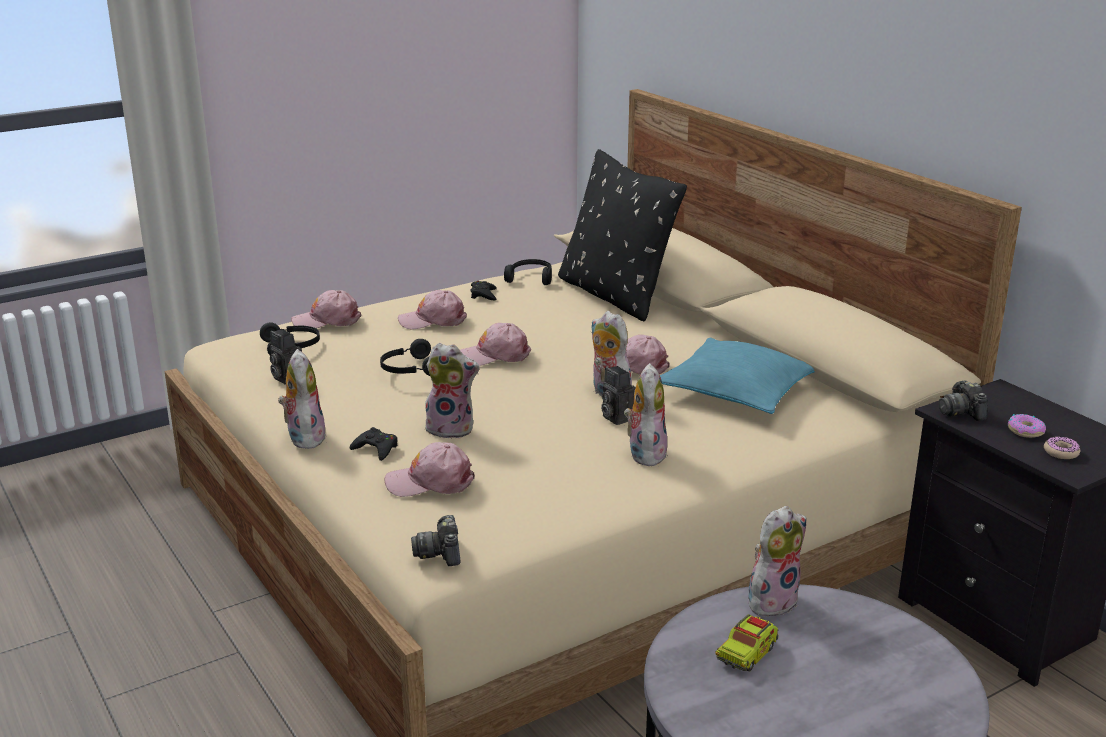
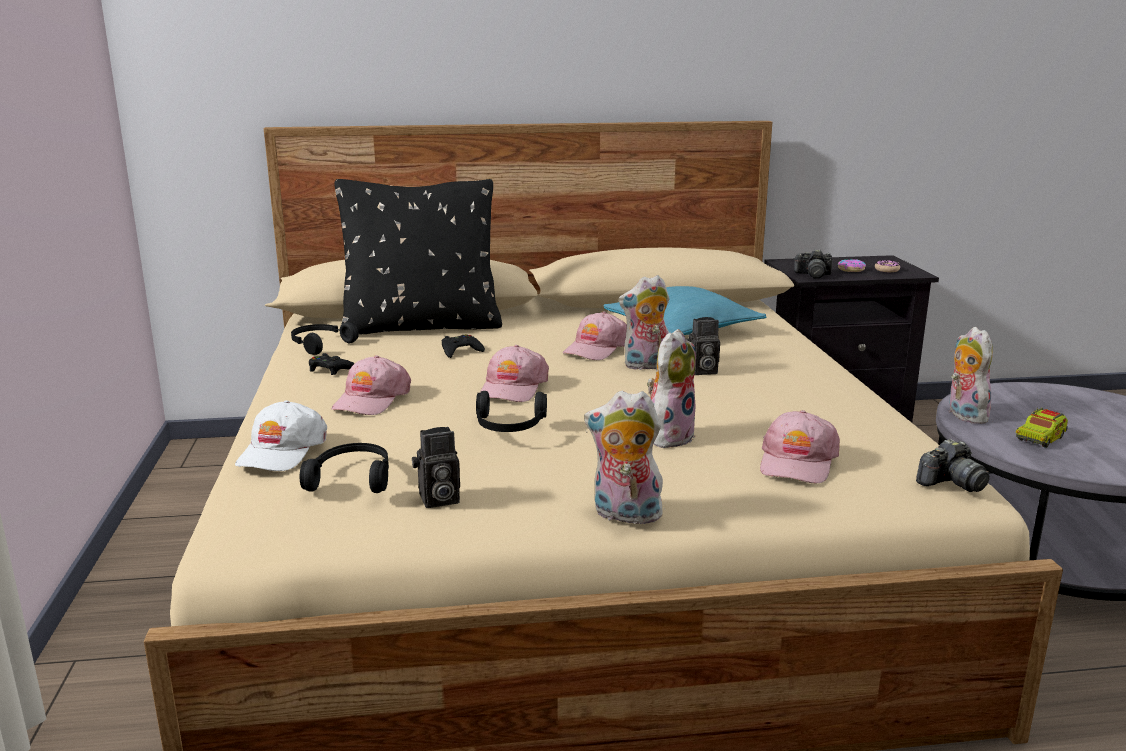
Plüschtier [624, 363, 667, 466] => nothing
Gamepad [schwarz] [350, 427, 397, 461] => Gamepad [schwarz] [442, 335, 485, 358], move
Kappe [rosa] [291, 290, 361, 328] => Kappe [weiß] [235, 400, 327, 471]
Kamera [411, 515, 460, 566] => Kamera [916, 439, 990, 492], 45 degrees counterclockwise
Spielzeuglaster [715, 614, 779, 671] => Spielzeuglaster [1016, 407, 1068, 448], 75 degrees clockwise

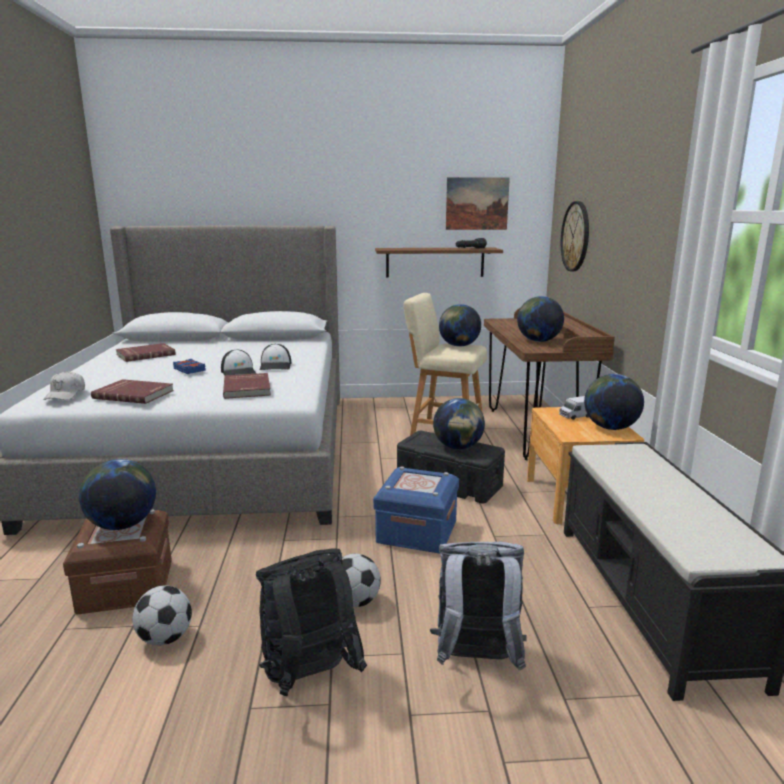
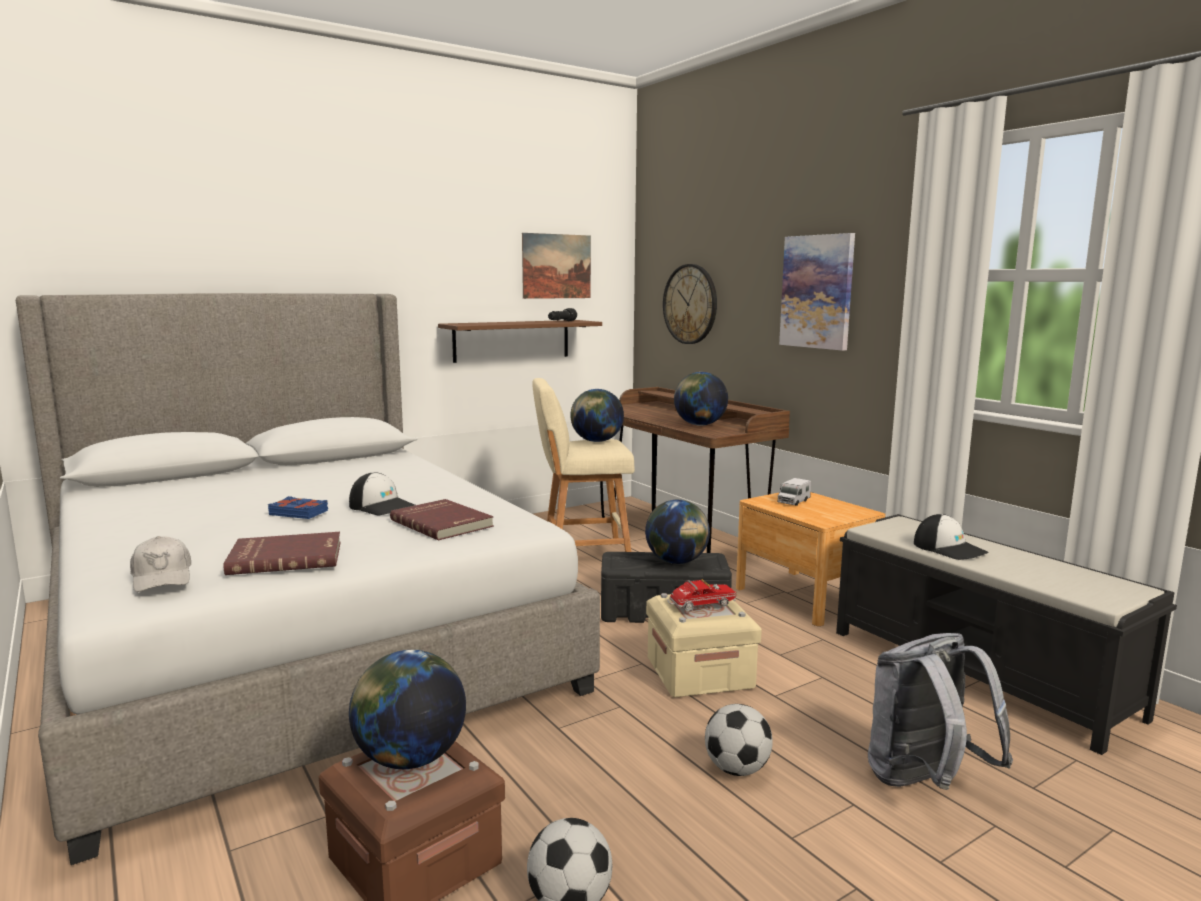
Buch [rot] [116, 343, 176, 362] => nothing
Rucksack [schwarz] [256, 548, 367, 696] => nothing
Globus [584, 374, 644, 430] => nothing
nothing => Spielzeuglaster [667, 579, 736, 612]
nothing => Bild [779, 233, 855, 351]
Kappe [260, 344, 292, 370] => Kappe [914, 514, 988, 560], move
Aufbewahrungsbox [blau] [373, 466, 459, 554] => Aufbewahrungsbox [beige] [646, 593, 762, 697]

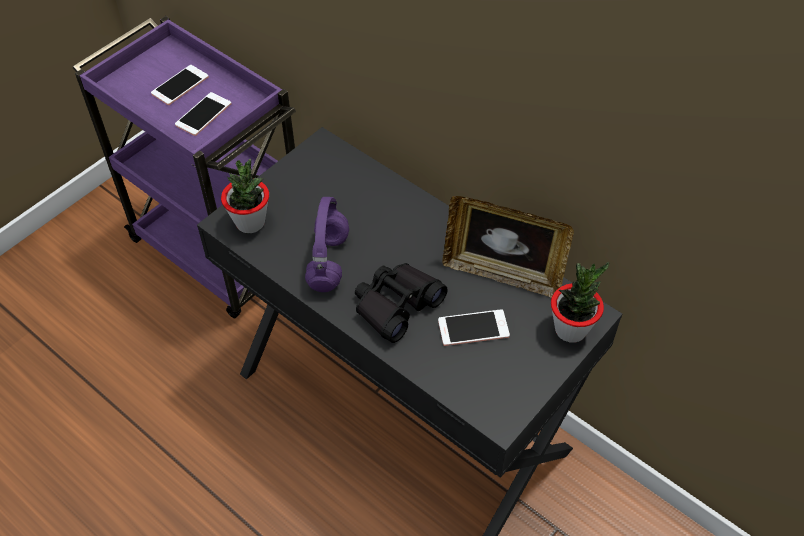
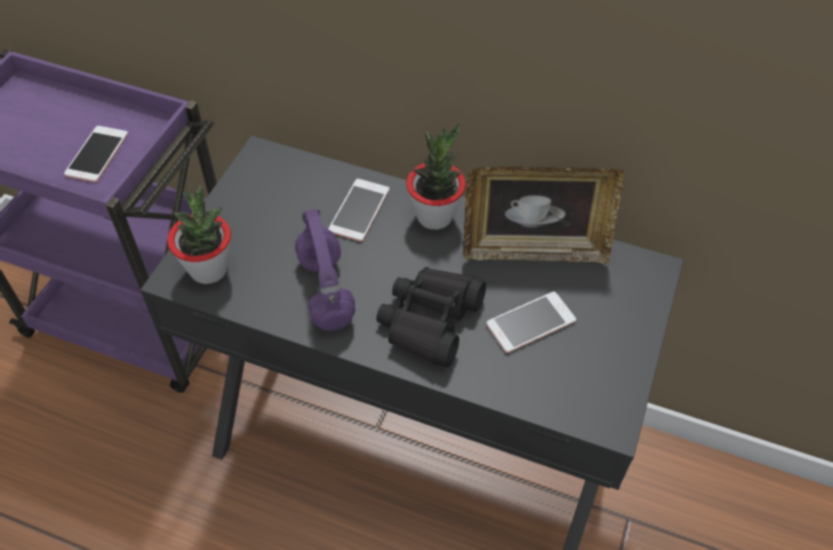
Handy [151, 65, 209, 105] => Handy [328, 179, 390, 242], move
Topfpflanze [551, 262, 609, 342] => Topfpflanze [406, 122, 466, 230], move

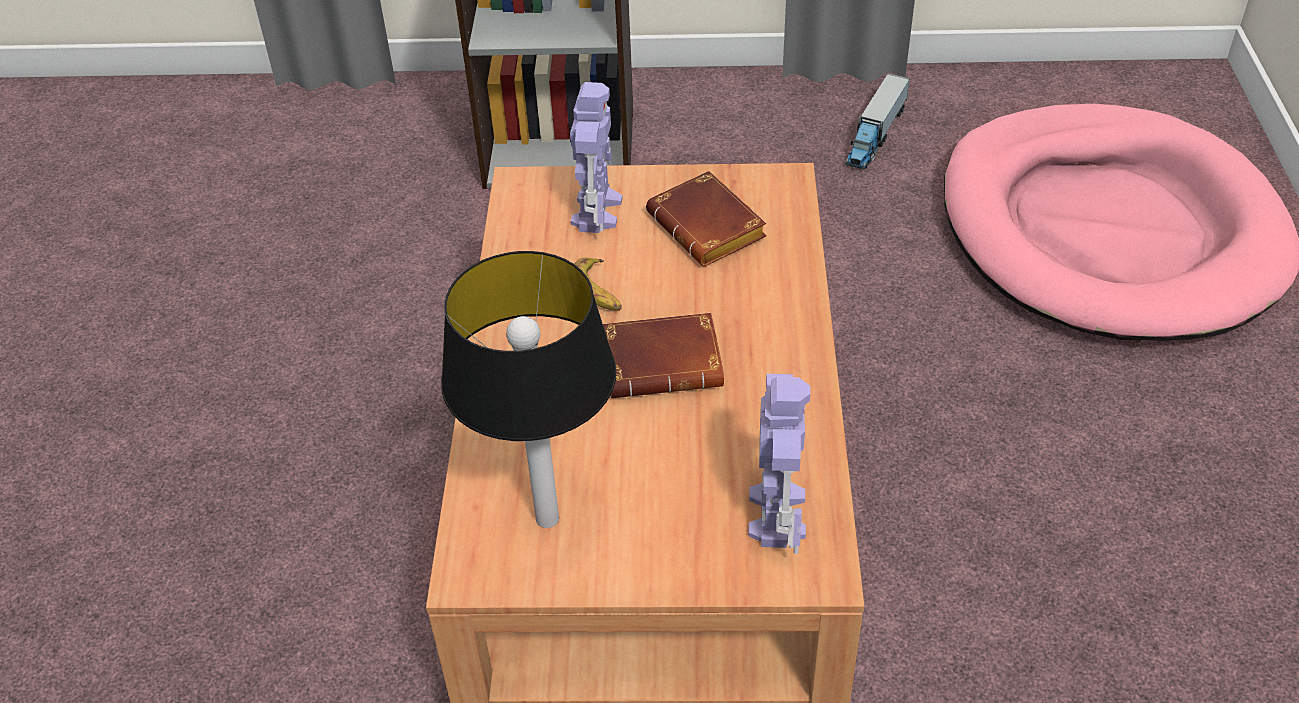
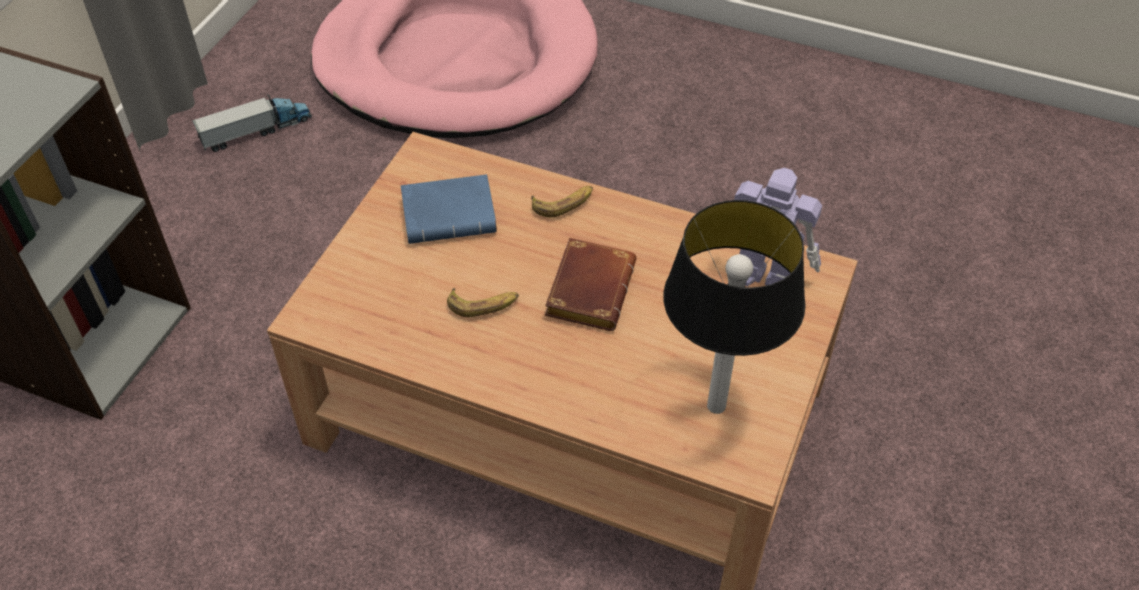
Spielzeugroboter [570, 82, 623, 233] => nothing
nothing => Banane [531, 186, 593, 217]
Buch [braun] [646, 171, 767, 266] => Buch [blau] [401, 174, 497, 244]
Spielzeuglaster [845, 73, 910, 170] => Spielzeuglaster [192, 94, 312, 152], 75 degrees counterclockwise

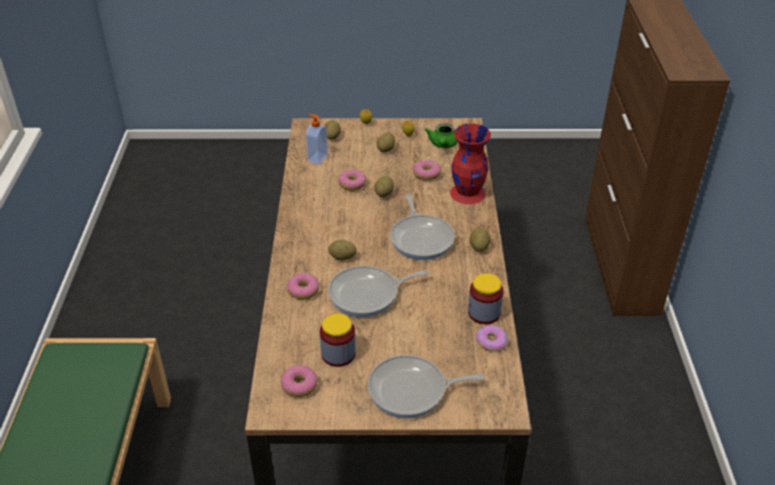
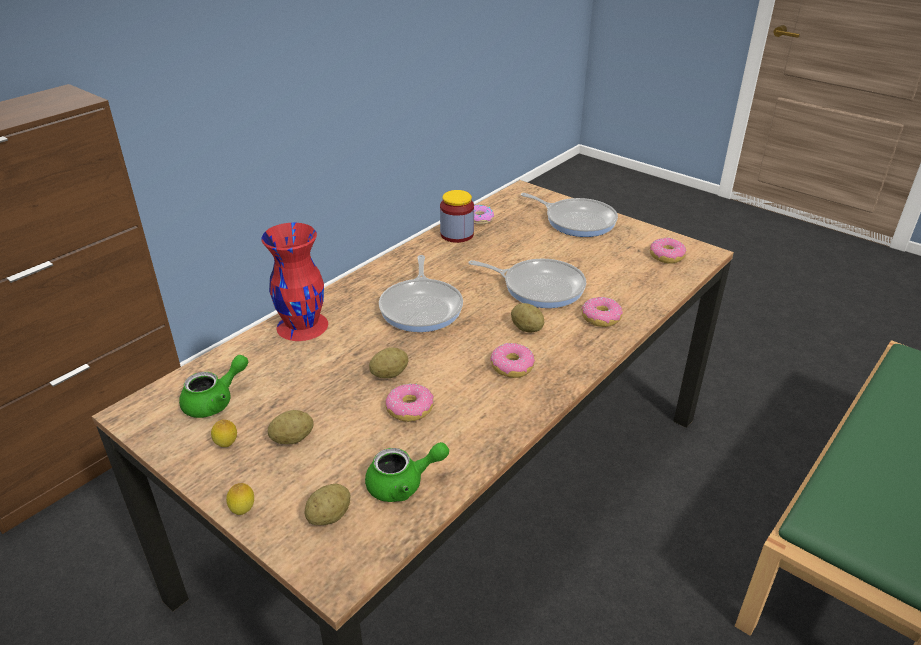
Vorratsglas [320, 313, 356, 367] => nothing
Kartoffel [470, 228, 490, 251] => nothing
Donut [413, 160, 441, 181] => Donut [491, 343, 535, 378], move
Seifenspender [306, 114, 328, 165] => Teekanne [grün] [365, 442, 449, 502]
Pfanne [390, 194, 455, 260] => Pfanne [379, 255, 463, 332], 150 degrees clockwise

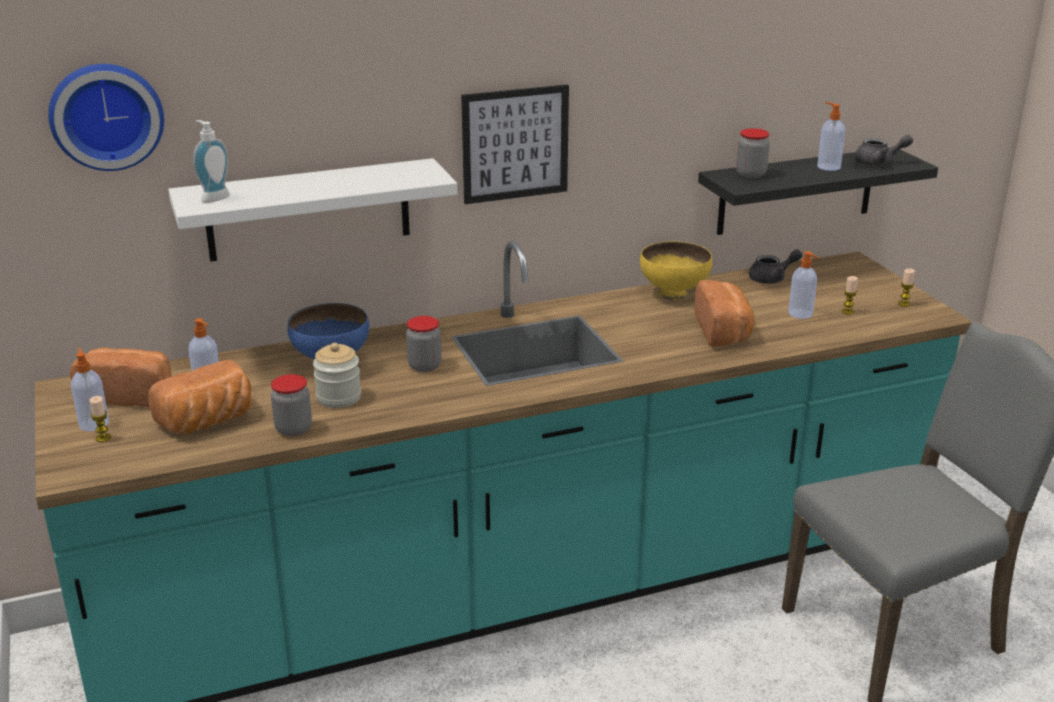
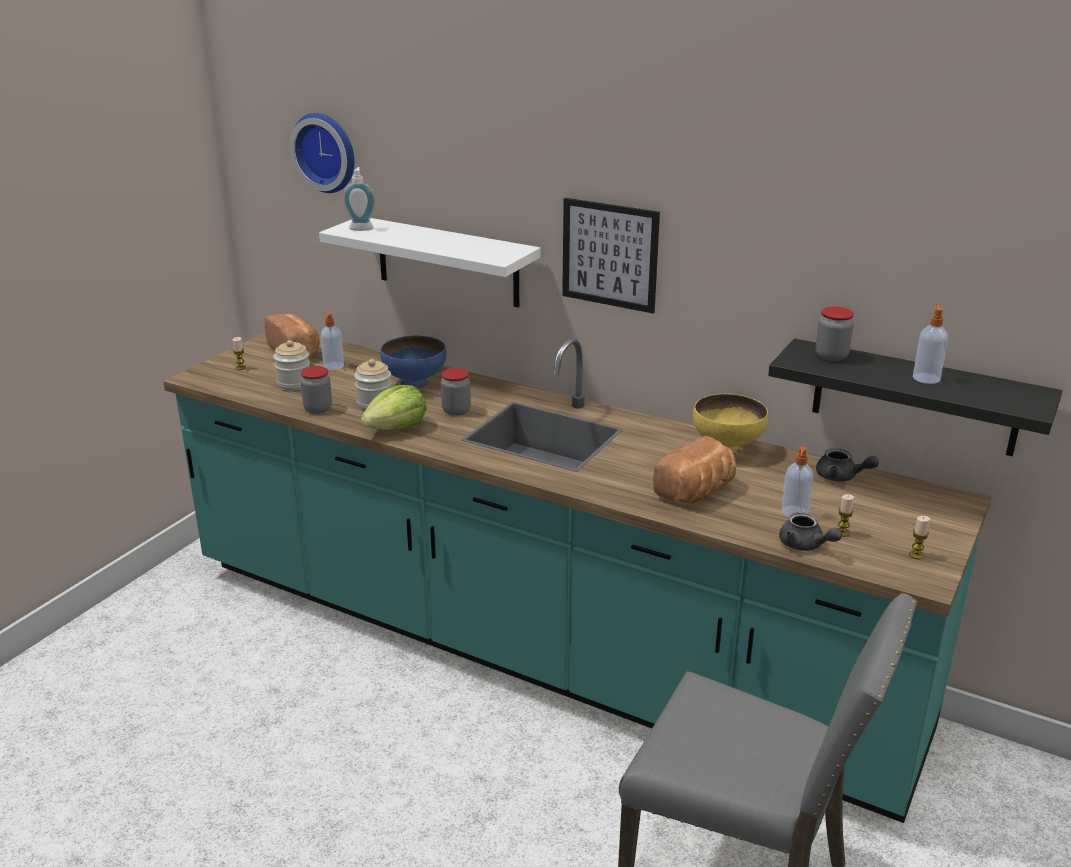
Seifenspender [71, 347, 109, 431] => nothing
nothing => Salatkopf [361, 385, 427, 430]
Teekanne [grau] [855, 135, 913, 166] => Teekanne [grau] [779, 512, 842, 551], move
Brot [148, 360, 253, 435] => Vorratsglas [273, 340, 310, 391]

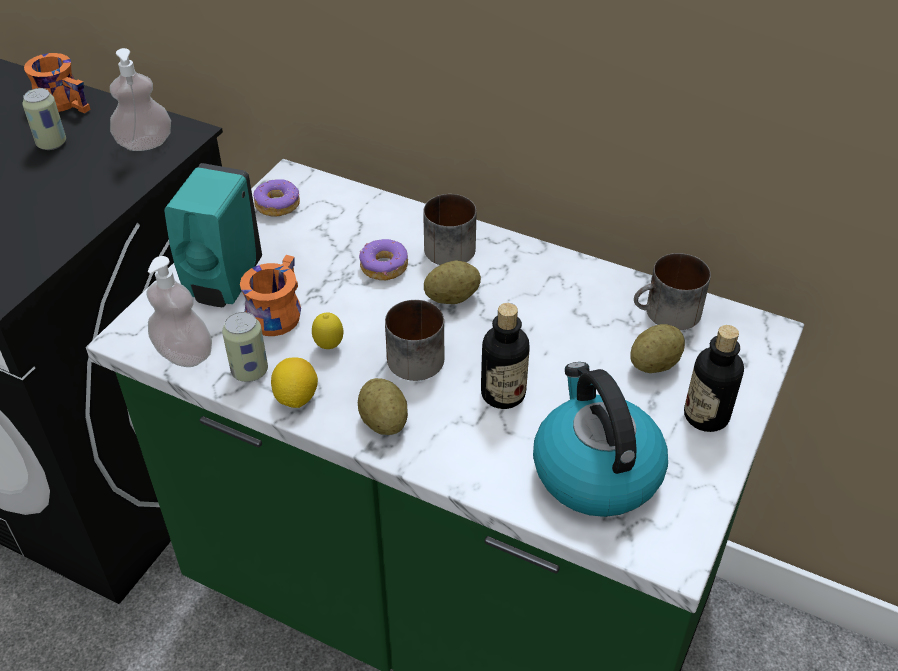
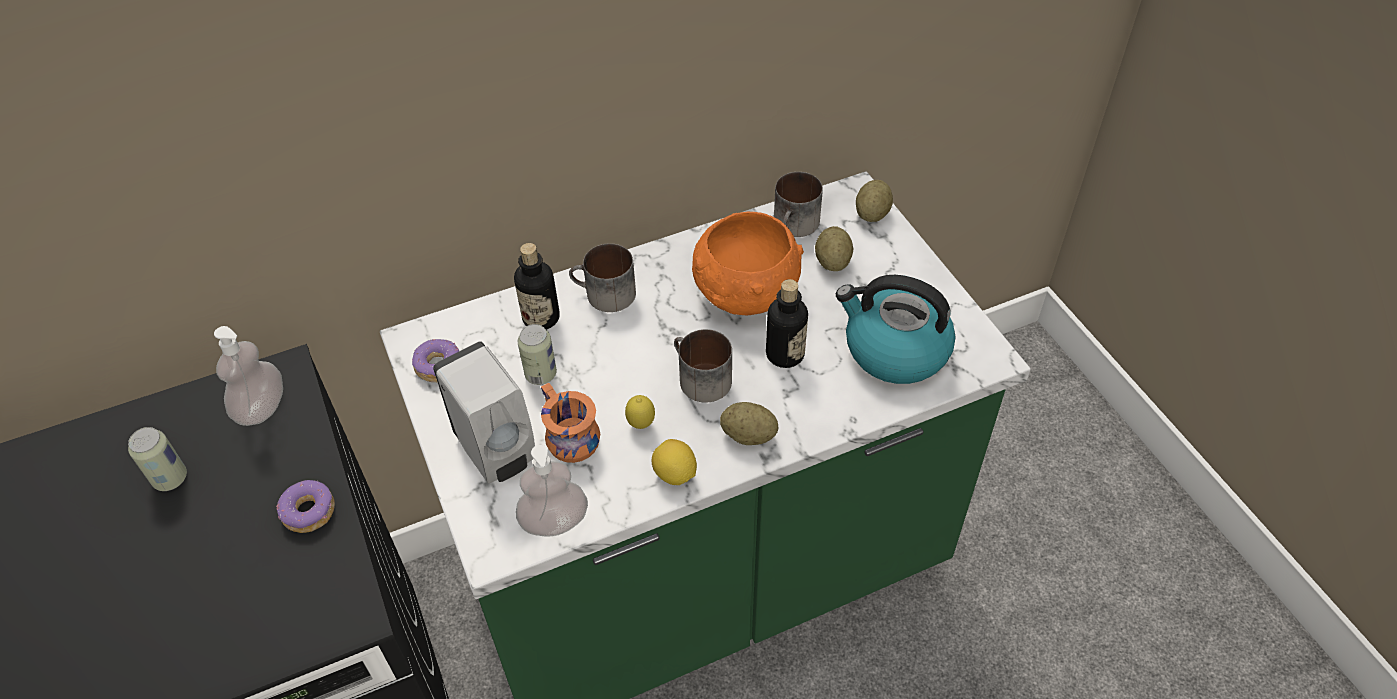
Henkelbecher [orange] [24, 53, 91, 113] => nothing
nothing => Schüssel [orange] [692, 212, 804, 315]
Dose [222, 312, 268, 382] => Dose [518, 324, 557, 385], move
Donut [359, 239, 408, 280] => Donut [276, 480, 335, 533], move
Kartoffel [424, 260, 481, 304] => Kartoffel [856, 180, 893, 222], move
Flasche [684, 325, 744, 432] => Flasche [514, 243, 560, 330], move
Seifenspender [türkis] [164, 163, 262, 307] => Seifenspender [weiß] [433, 342, 535, 483]

